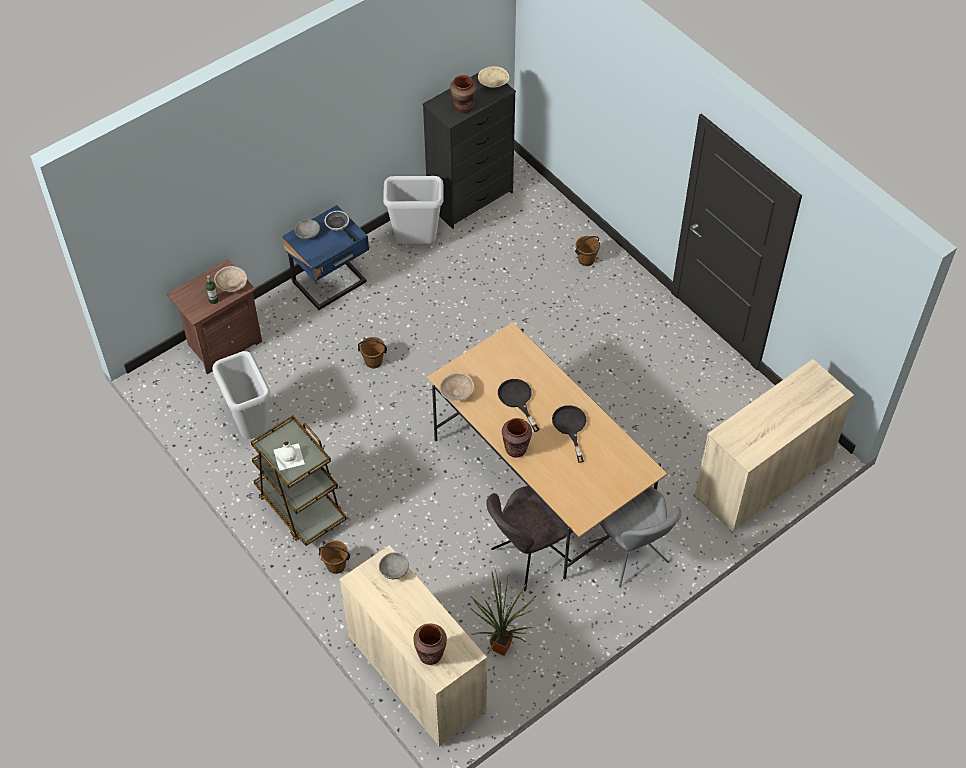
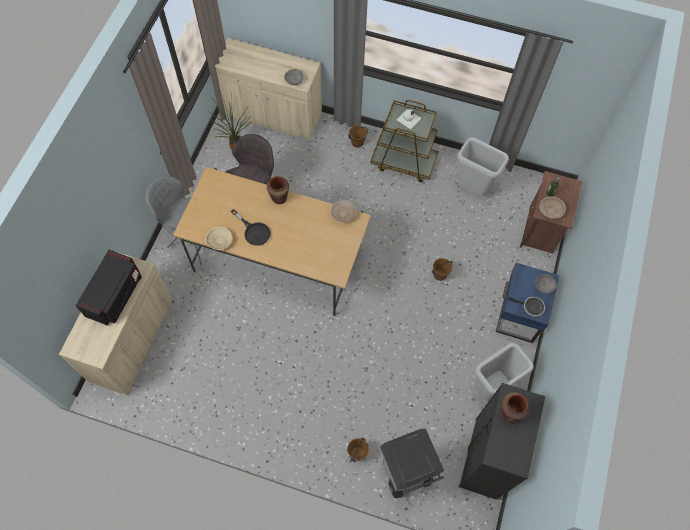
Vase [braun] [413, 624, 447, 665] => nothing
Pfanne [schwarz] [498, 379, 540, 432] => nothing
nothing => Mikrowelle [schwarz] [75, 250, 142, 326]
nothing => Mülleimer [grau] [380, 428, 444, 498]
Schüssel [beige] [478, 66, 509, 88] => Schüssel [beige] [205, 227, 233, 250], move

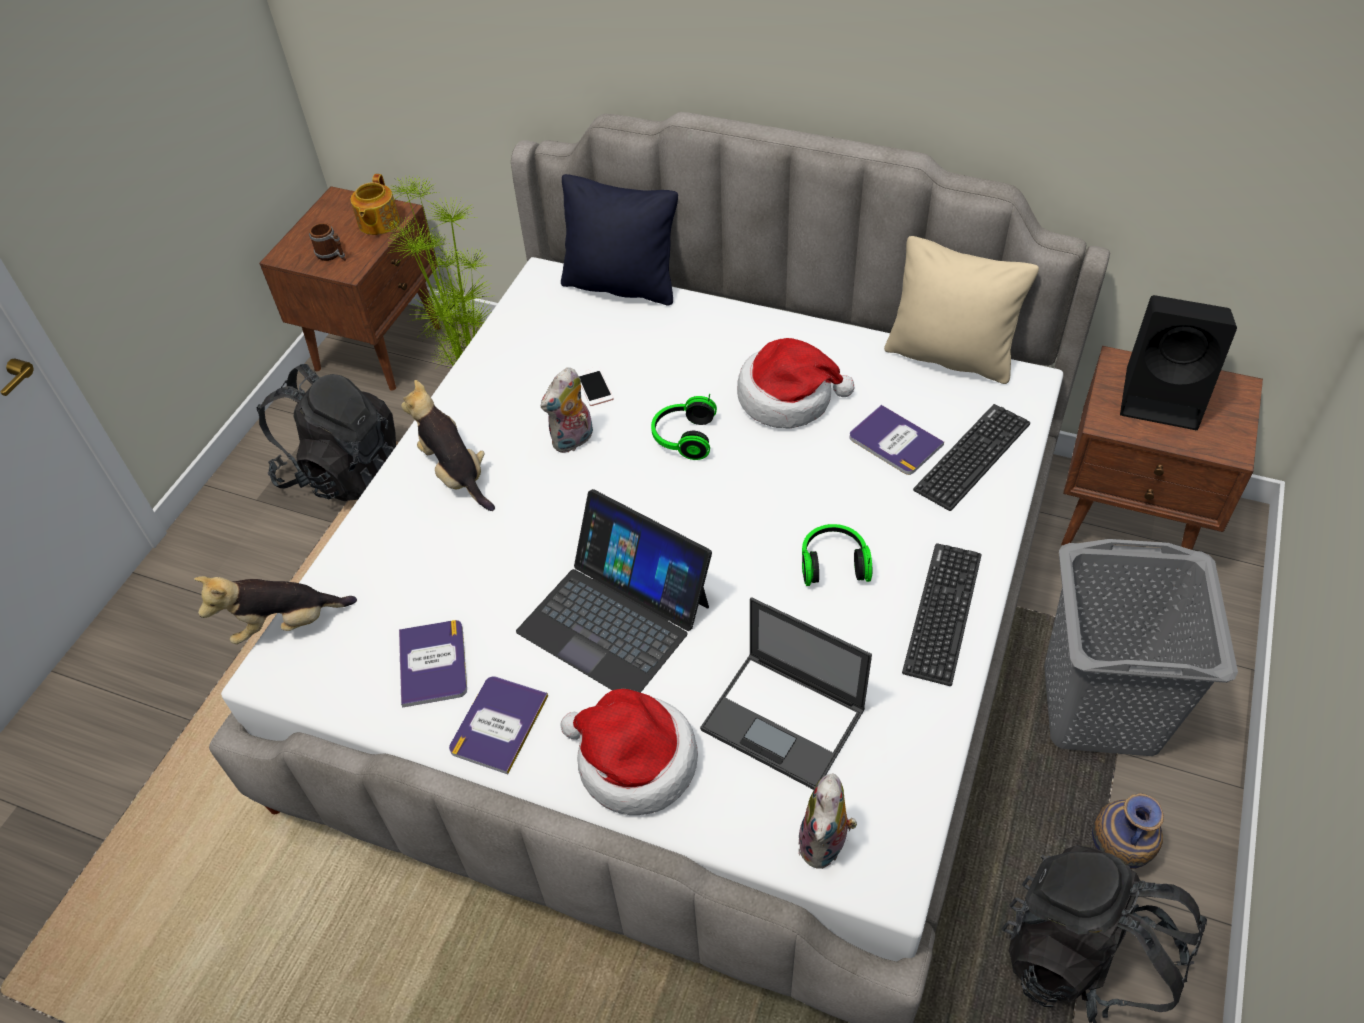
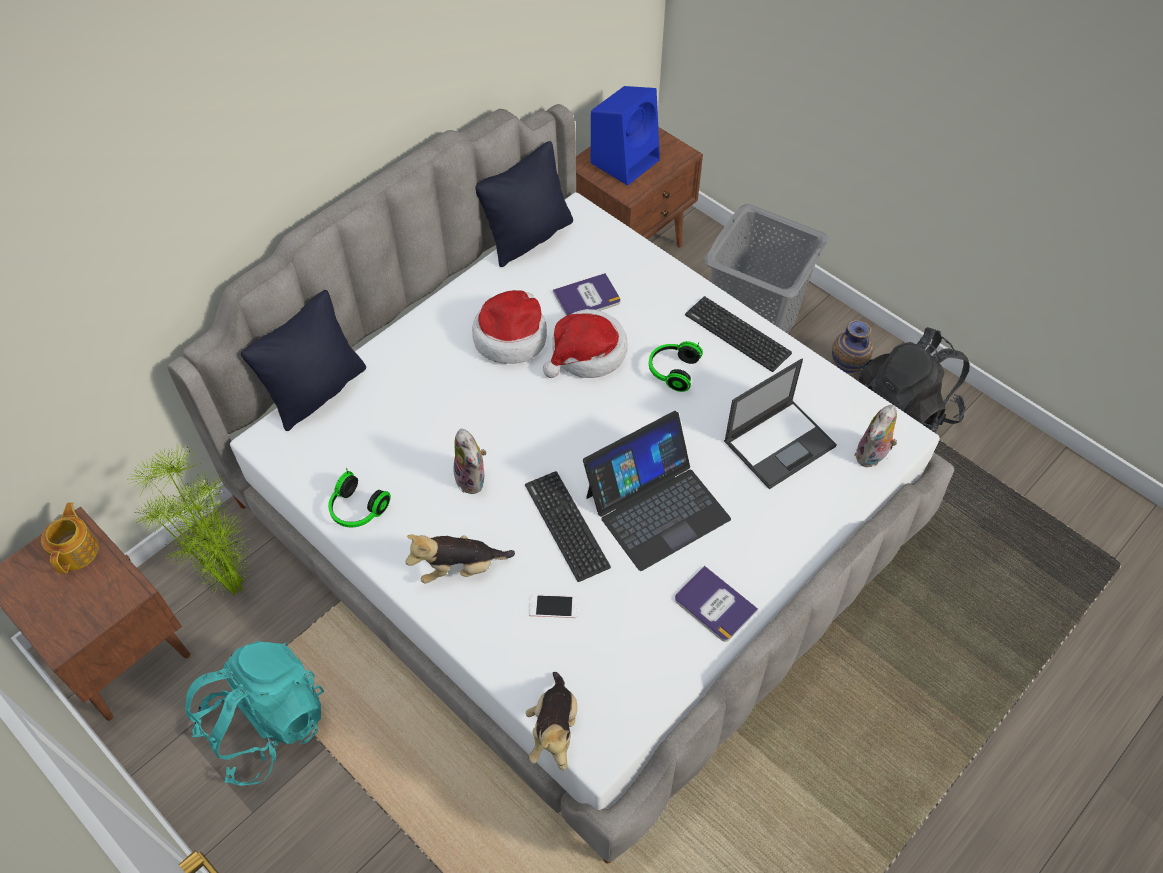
Henkelbecher [309, 223, 346, 261] => nothing
Buch [399, 620, 467, 708] => nothing
Hut [561, 689, 698, 815] => Hut [543, 309, 628, 378], move
Handy [576, 366, 614, 406] => Handy [529, 594, 577, 618], move
Kopfhörer [651, 393, 717, 460] => Kopfhörer [328, 468, 391, 527], move
Tastatur [913, 404, 1030, 511] => Tastatur [525, 471, 611, 582], move
Rucksack [schwarz] [257, 364, 396, 501] => Rucksack [türkis] [185, 641, 324, 786]
Kissen [beige] [884, 236, 1039, 384] => Kissen [schwarz] [475, 141, 573, 267]
Lautsprecher [schwarz] [1120, 295, 1237, 430] => Lautsprecher [blau] [591, 86, 660, 186]
Teekanne [351, 174, 400, 235] => Teekanne [41, 502, 98, 573], 120 degrees counterclockwise
Plüschtier [798, 773, 857, 869] => Plüschtier [854, 405, 897, 468], 90 degrees clockwise

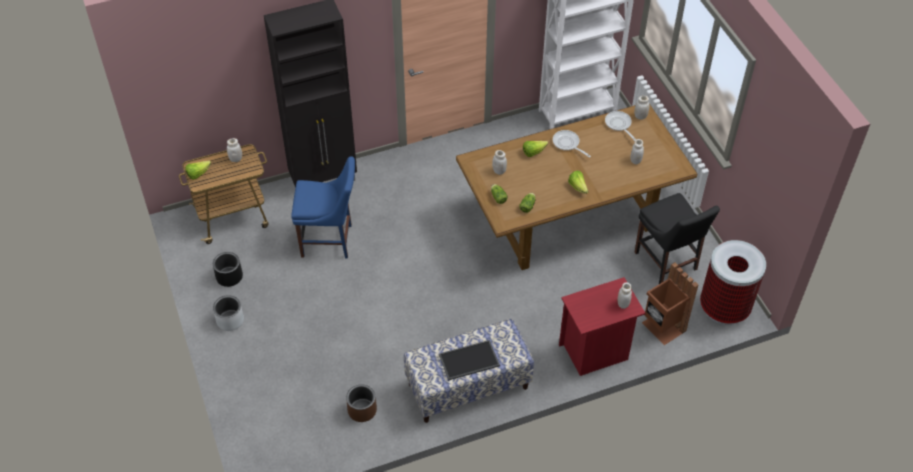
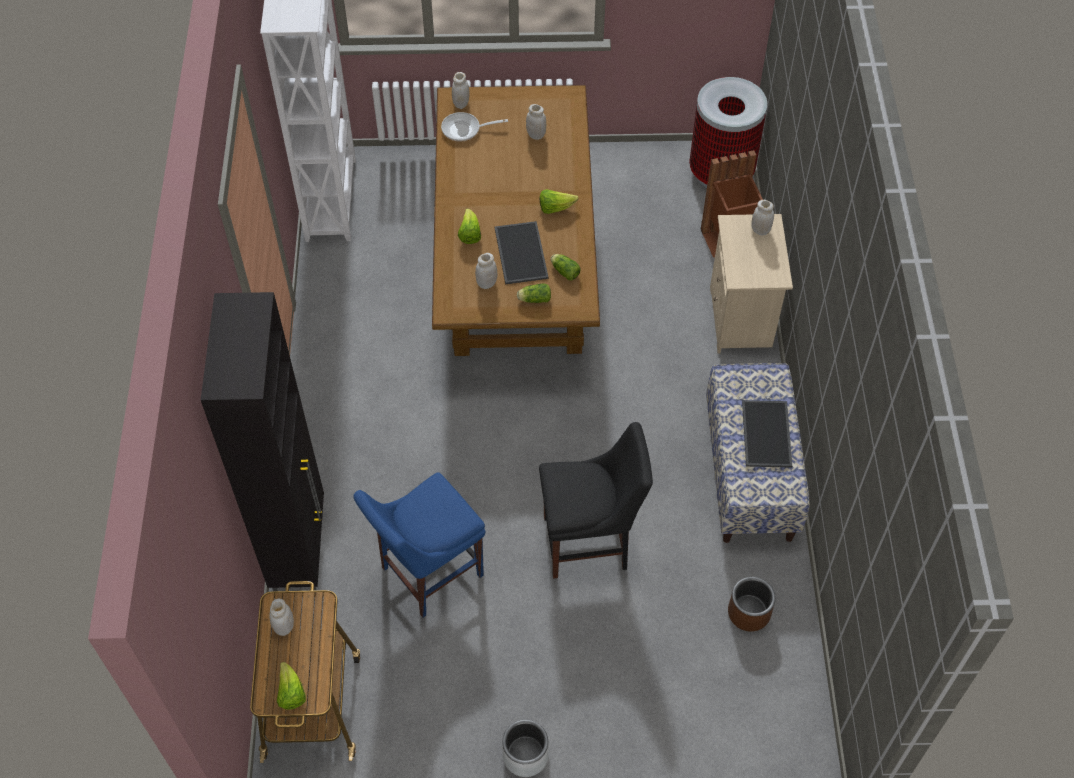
Pflanzkübel [schwarz] [213, 252, 243, 287] => nothing
Pfanne [553, 130, 591, 158] => nothing
nothing => Tablett [495, 221, 549, 284]
Stuhl [schwarz] [635, 193, 720, 284] => Stuhl [schwarz] [539, 422, 653, 579], move
Nachttisch [rot] [559, 277, 646, 376] => Nachttisch [beige] [710, 214, 793, 354]
Stuhl [blau] [291, 156, 355, 259] => Stuhl [blau] [353, 472, 485, 618], 150 degrees counterclockwise

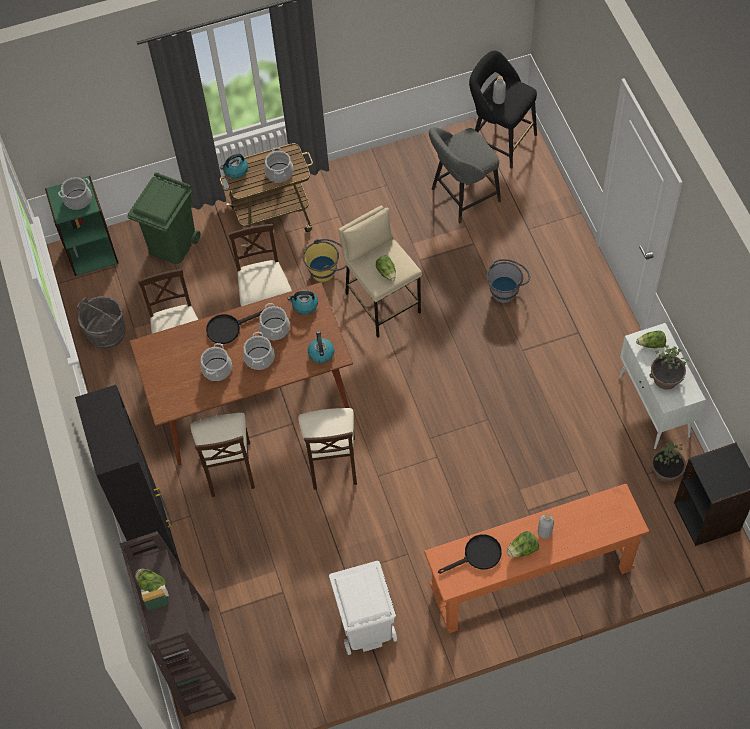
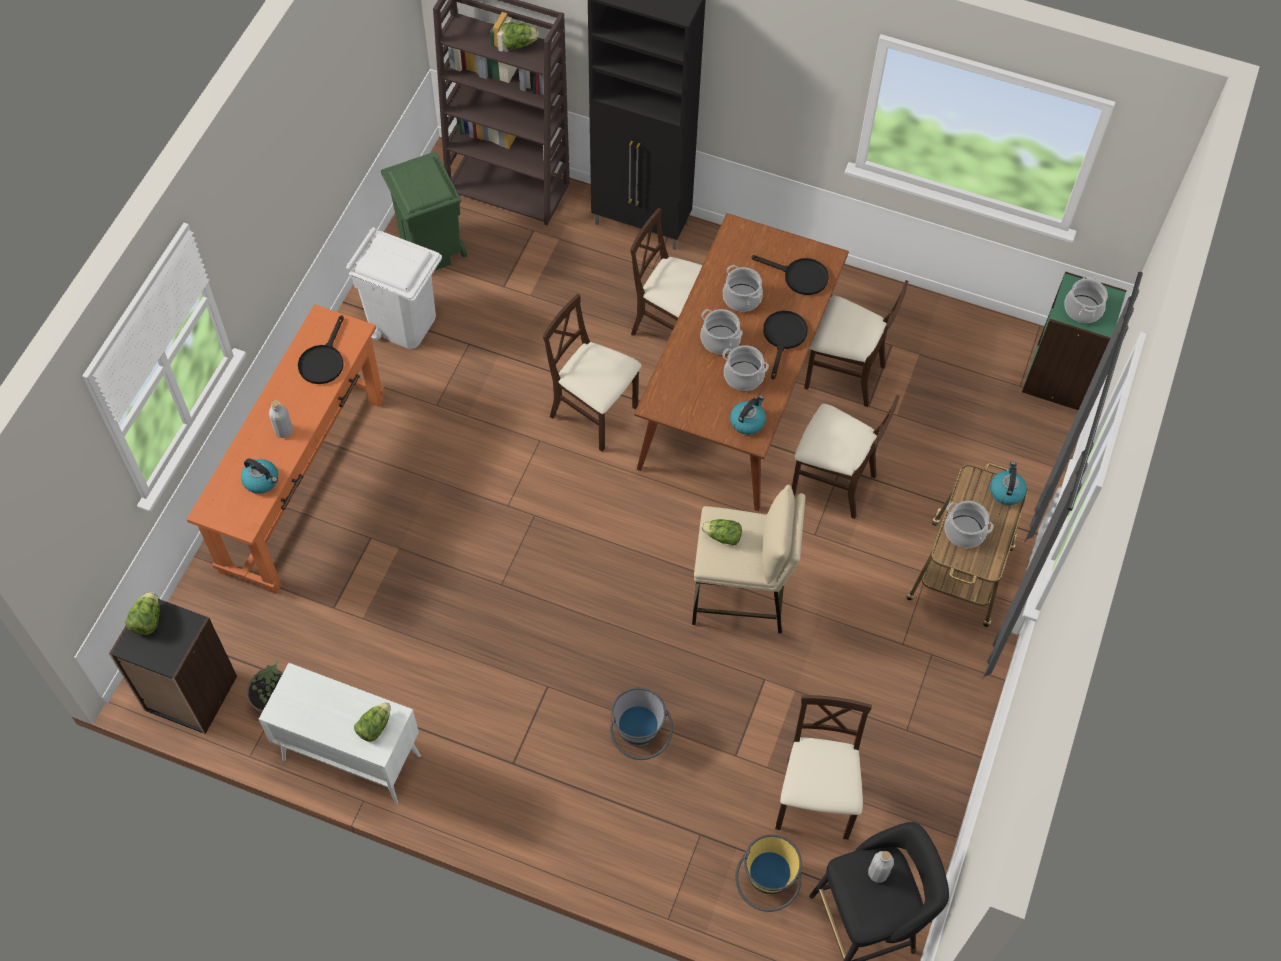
Eimer [grau] [77, 296, 126, 349] => nothing
Topfpflanze [649, 346, 689, 389] => nothing
nothing => Pfanne [schwarz] [752, 255, 829, 295]
Mülleimer [grün] [127, 173, 200, 264] => Mülleimer [grün] [381, 152, 467, 270], move
Eimer [gelb] [303, 239, 347, 282] => Eimer [gelb] [735, 834, 802, 912], move
Wasserkessel [308, 331, 334, 363] => Wasserkessel [241, 458, 278, 494], move
Salatkopf [507, 531, 539, 557] => Salatkopf [125, 592, 160, 635], move
Hocker [grau] [429, 127, 501, 223] => Stuhl [beige] [775, 695, 872, 840]

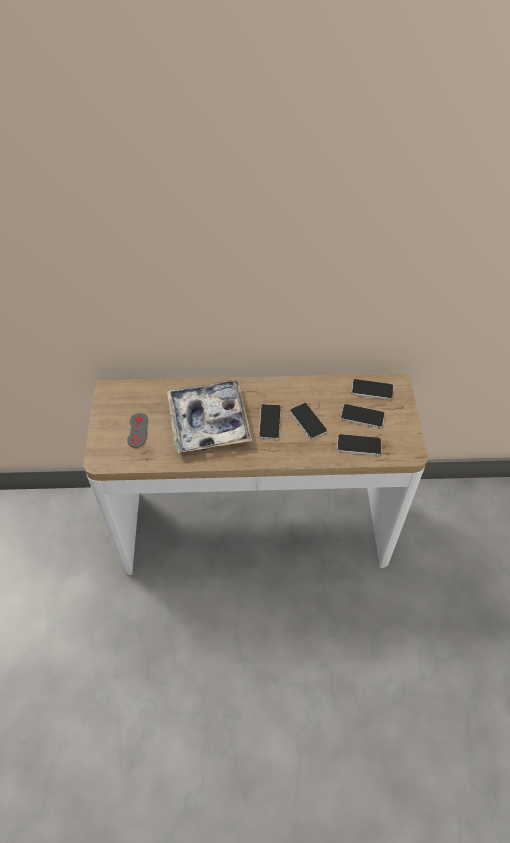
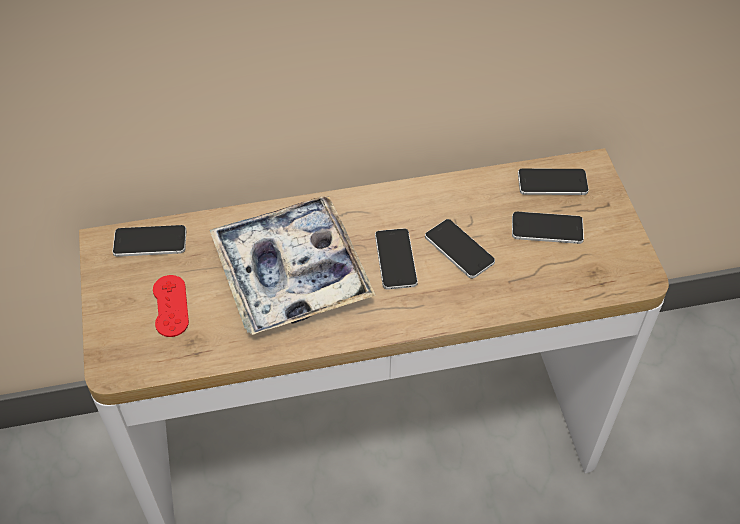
Handy [337, 434, 381, 455] => Handy [112, 225, 187, 257], move
Gamepad [grau] [127, 413, 148, 448] => Gamepad [rot] [153, 275, 189, 337]

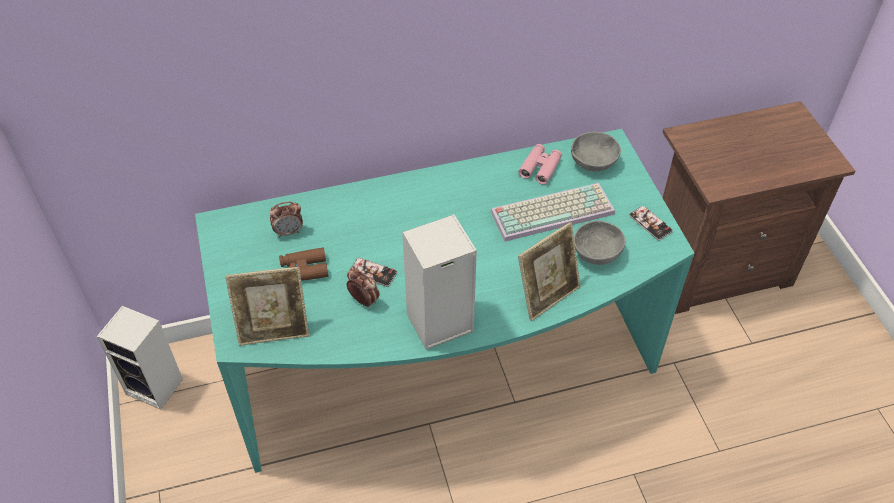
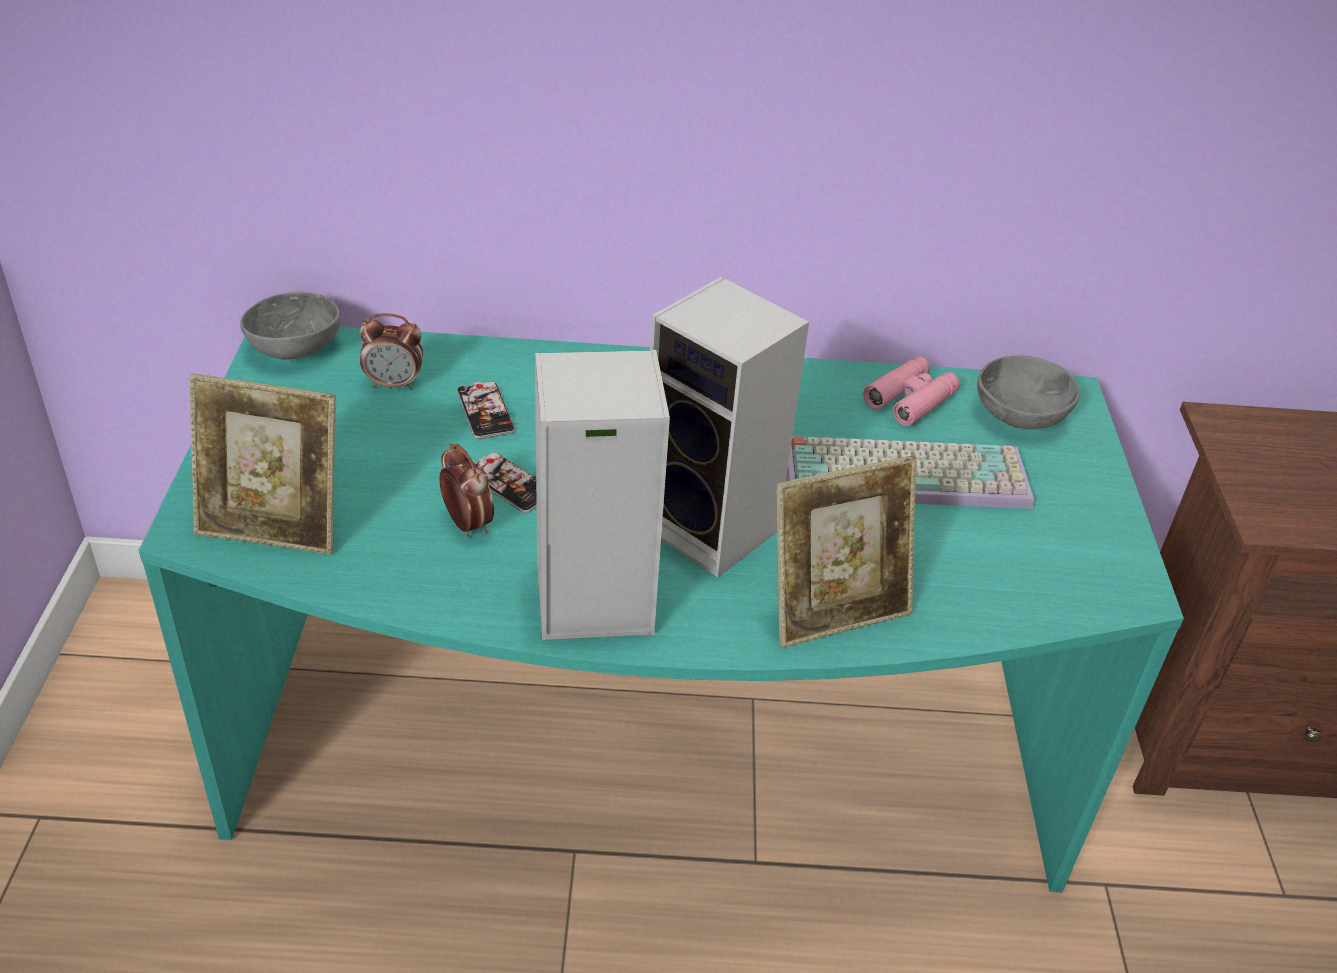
Fernglas [braun] [279, 248, 328, 281] => nothing
Lautsprecher [97, 306, 183, 410] => Lautsprecher [650, 277, 809, 577], move
Schüssel [grau] [574, 221, 625, 265] => Schüssel [grau] [240, 292, 341, 359], move
Handy [629, 206, 673, 240] => Handy [457, 380, 515, 439], move

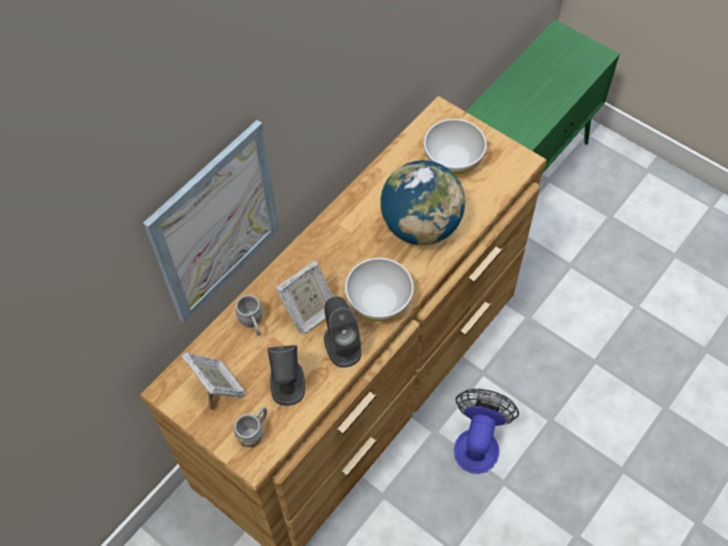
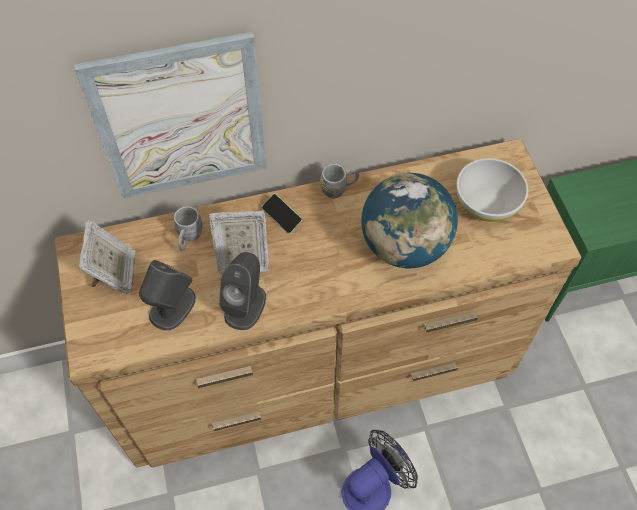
Schüssel [weiß] [345, 258, 414, 321] => nothing
nothing => Handy [262, 194, 302, 234]
Henkelbecher [grau] [234, 407, 267, 448] => Henkelbecher [grau] [320, 164, 359, 198], move

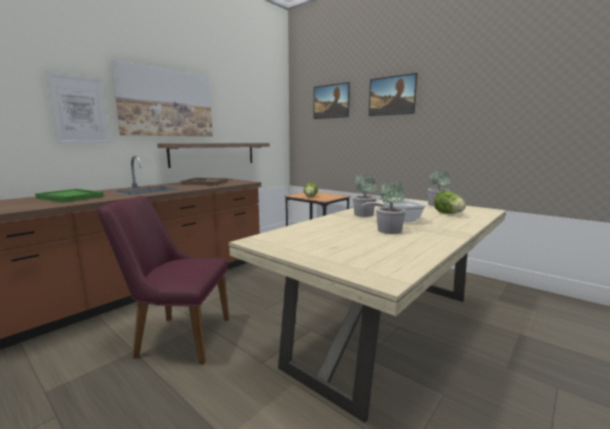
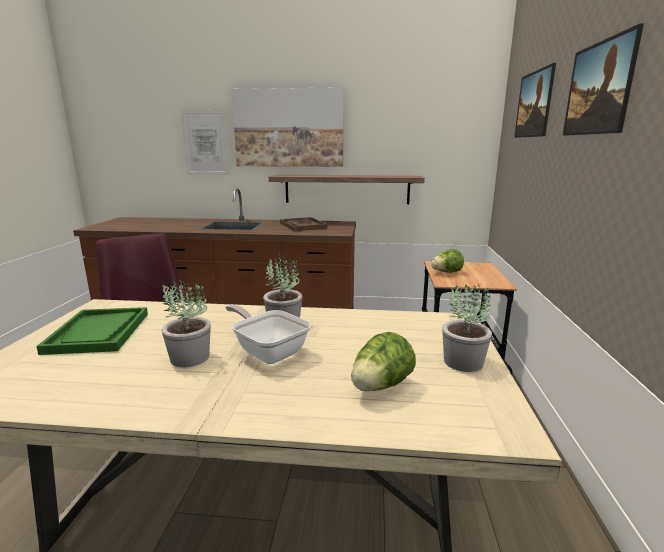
Tablett [grün] [35, 189, 104, 203] => Tablett [grün] [36, 307, 148, 355], move

